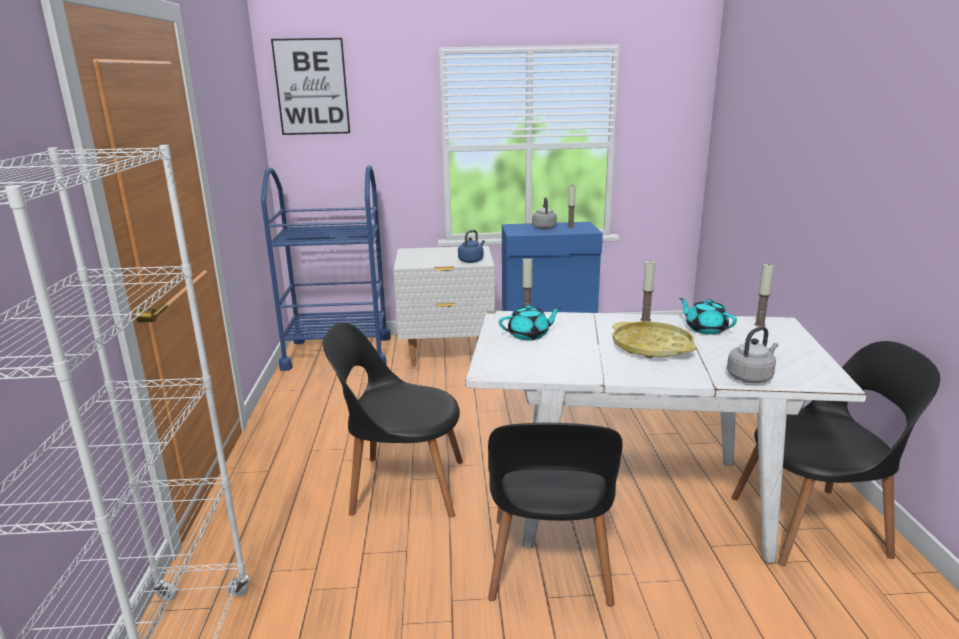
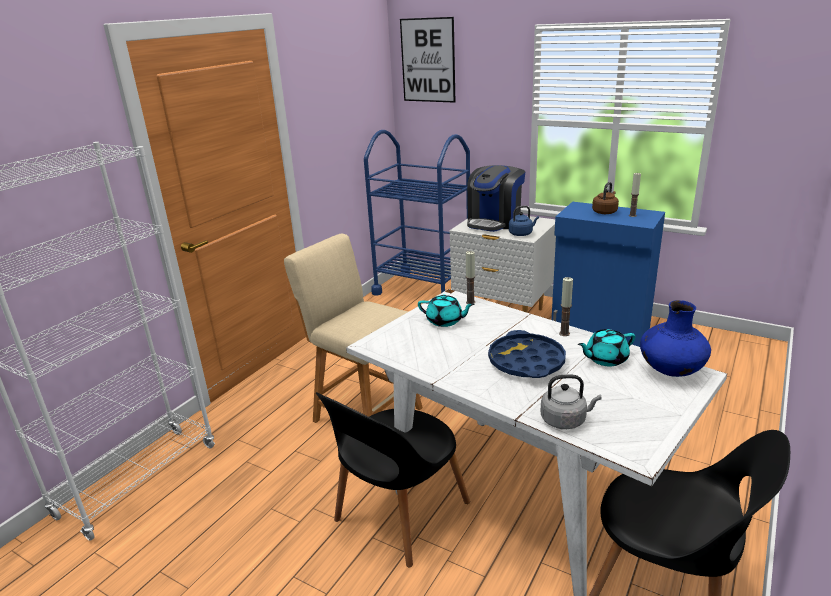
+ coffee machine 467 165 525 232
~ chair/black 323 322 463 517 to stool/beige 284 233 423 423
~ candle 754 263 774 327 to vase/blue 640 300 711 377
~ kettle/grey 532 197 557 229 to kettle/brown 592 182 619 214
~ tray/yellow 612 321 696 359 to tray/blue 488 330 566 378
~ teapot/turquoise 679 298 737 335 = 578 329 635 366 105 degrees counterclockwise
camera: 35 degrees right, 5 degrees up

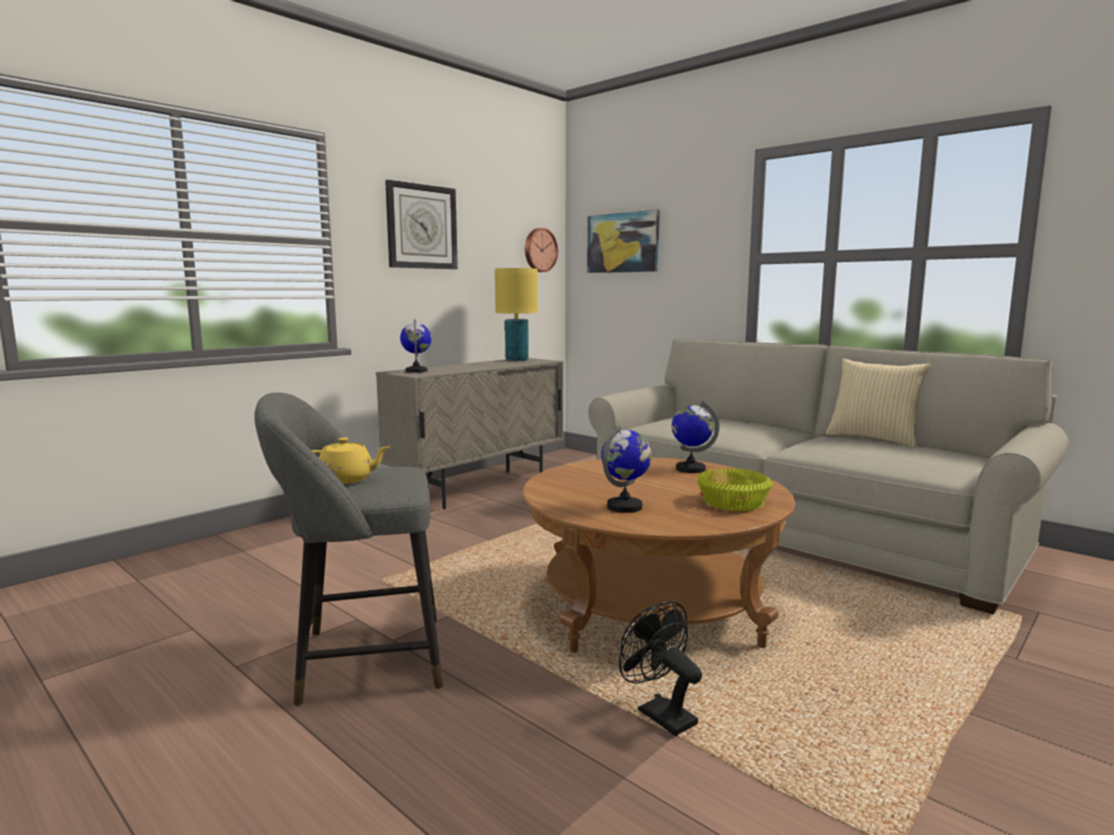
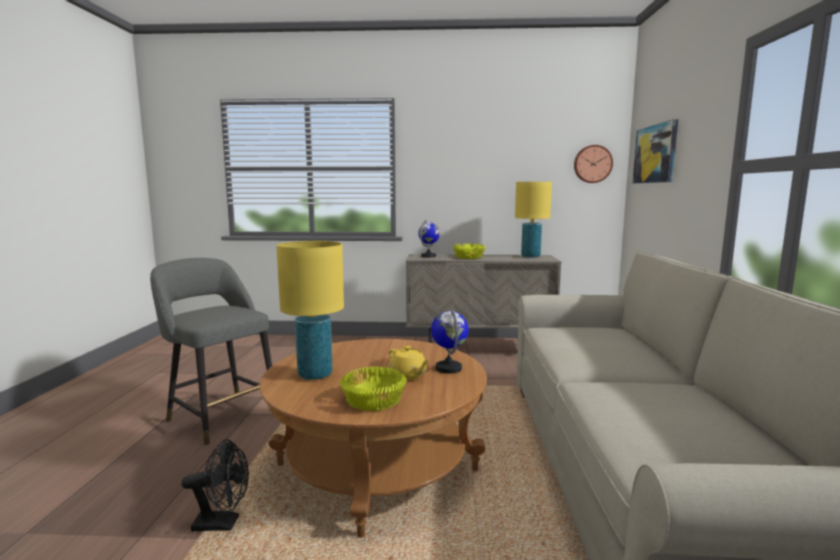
- wall clock 385 180 458 269
- pillow 826 358 931 447
+ bowl/yellow 453 244 486 259
~ teapot/yellow 311 438 390 484 to 388 346 430 380
~ globe 601 425 652 513 to table lamp/yellow 276 241 344 380
~ fan/black 619 601 702 736 = 181 439 249 531 75 degrees clockwise
camera: 50 degrees right, 0 degrees up

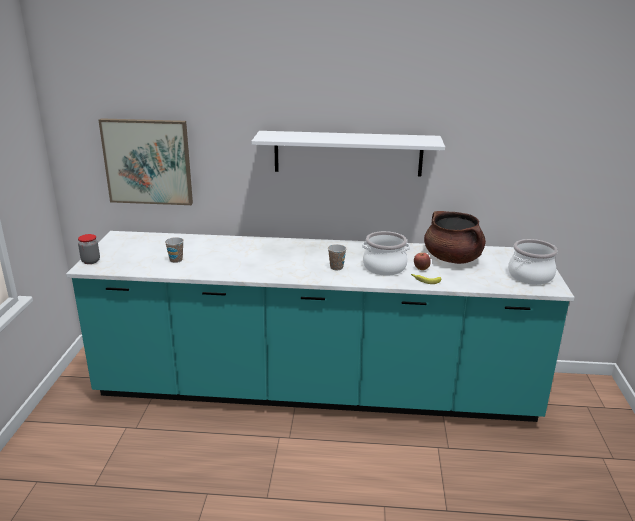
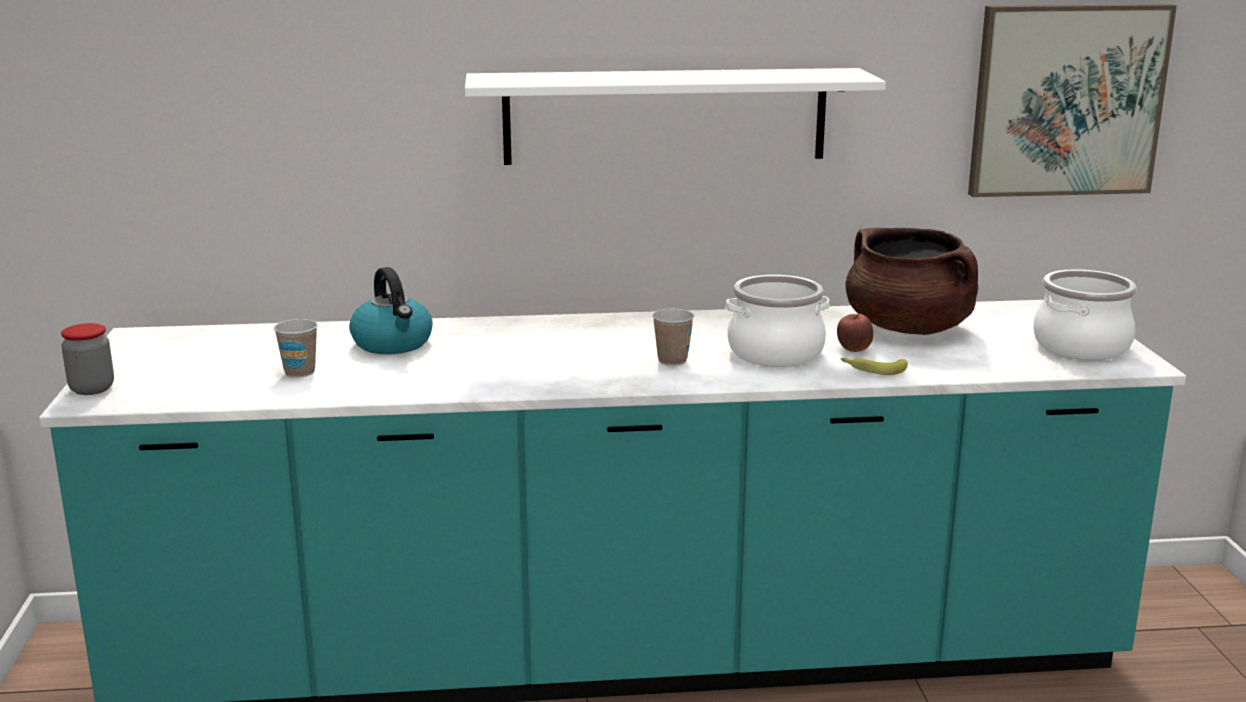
+ kettle 349 267 433 354
~ picture 99 118 193 205 to 968 4 1177 197
camera: 10 degrees left, 5 degrees down

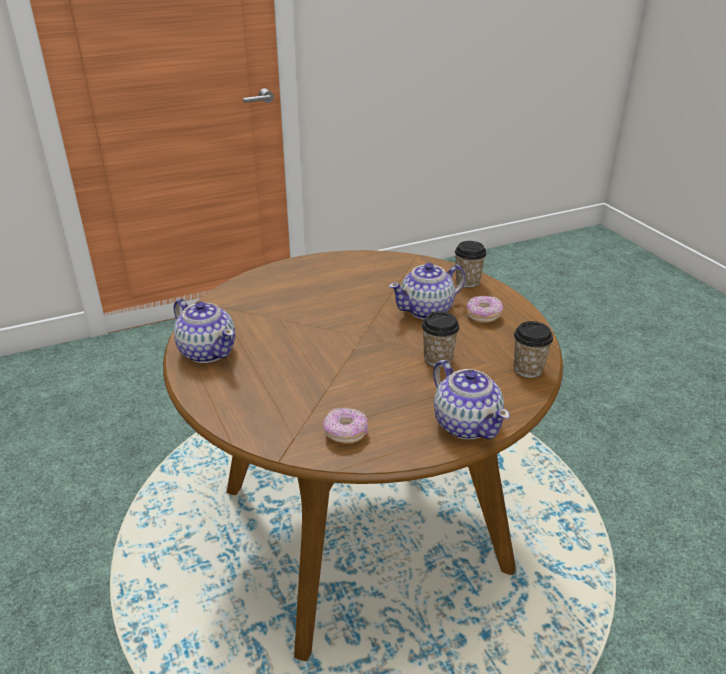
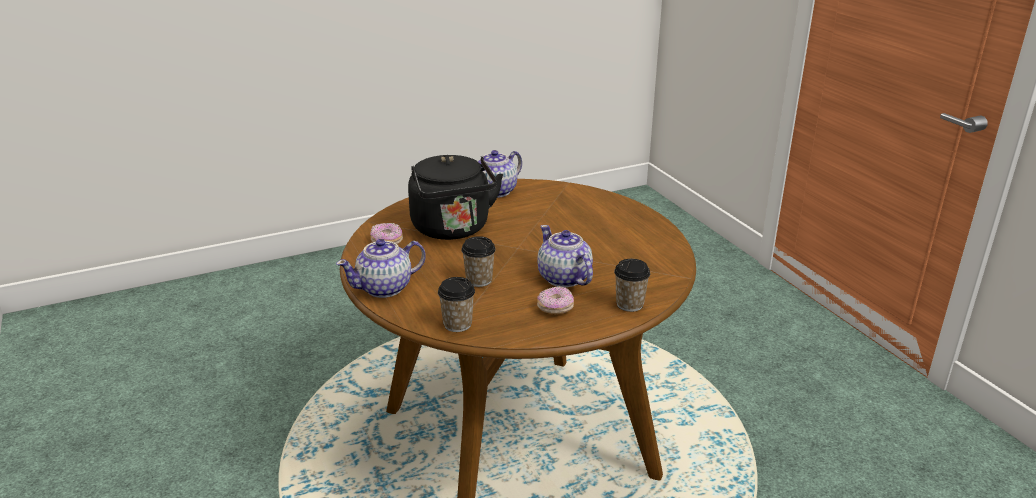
+ kettle/black 408 155 503 240
camera: 90 degrees right, 5 degrees down

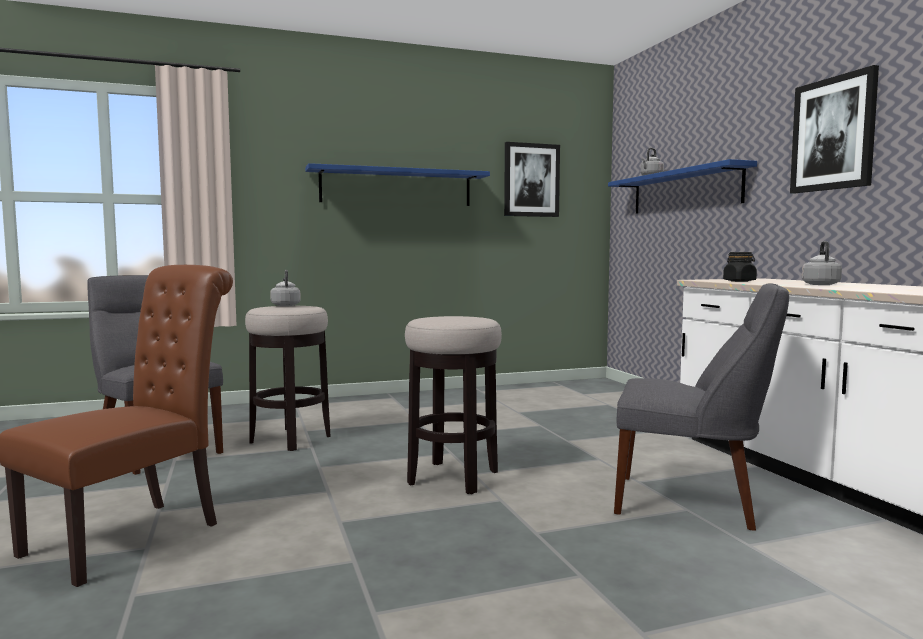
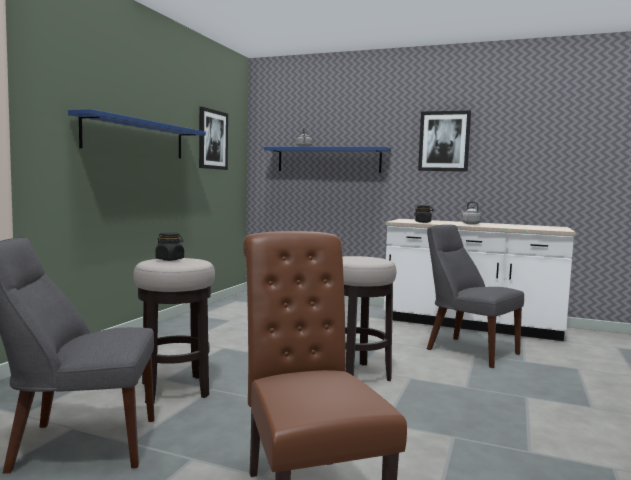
~ kettle/grey 270 270 301 306 to jar/black 155 232 184 261
~ chair/grey 614 283 789 531 = 427 225 524 368 105 degrees counterclockwise
camera: 50 degrees left, 0 degrees up

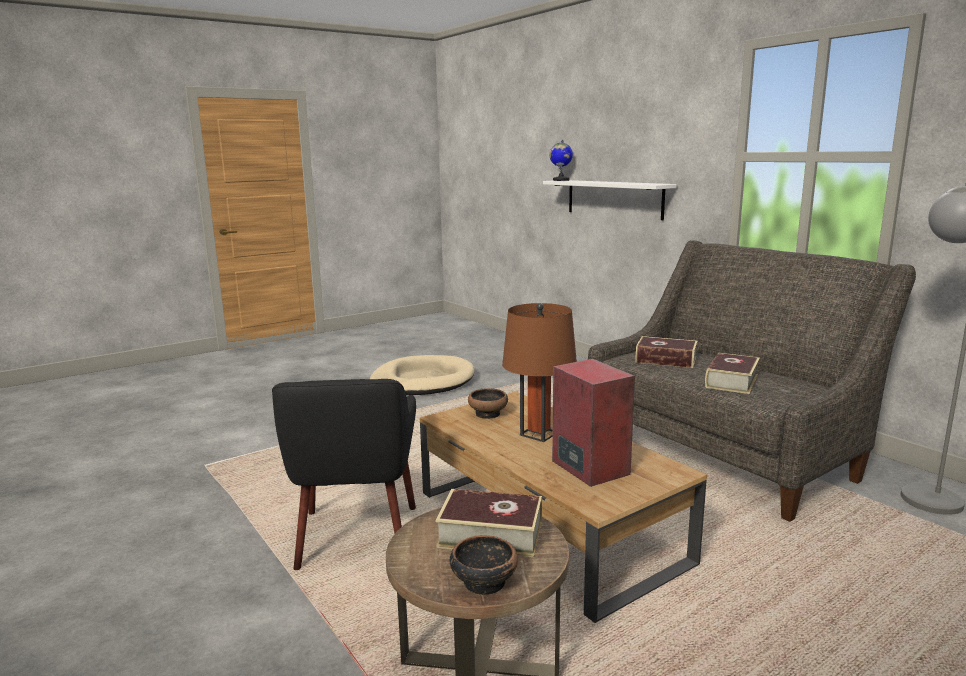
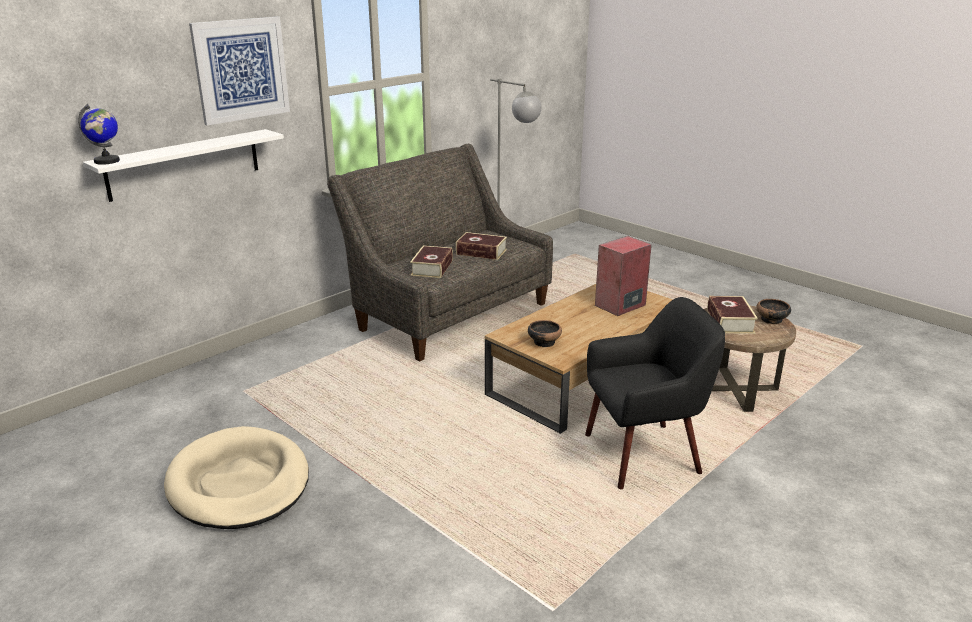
- table lamp/brown 502 303 577 442
+ picture 189 17 290 125
camera: 100 degrees left, 10 degrees up

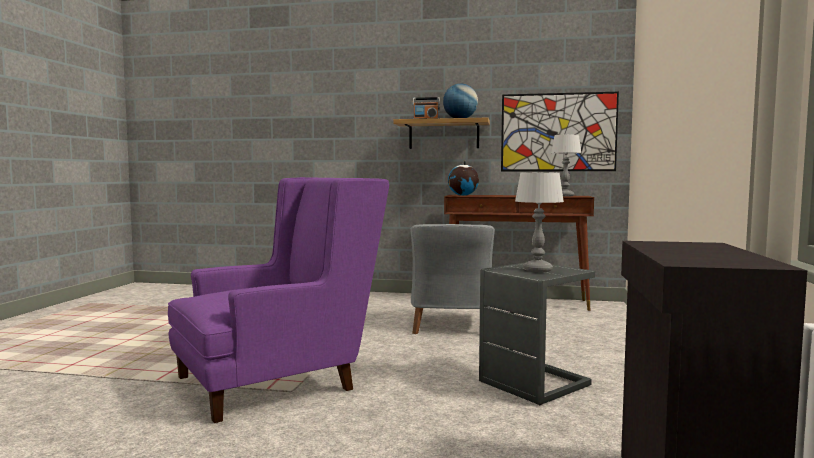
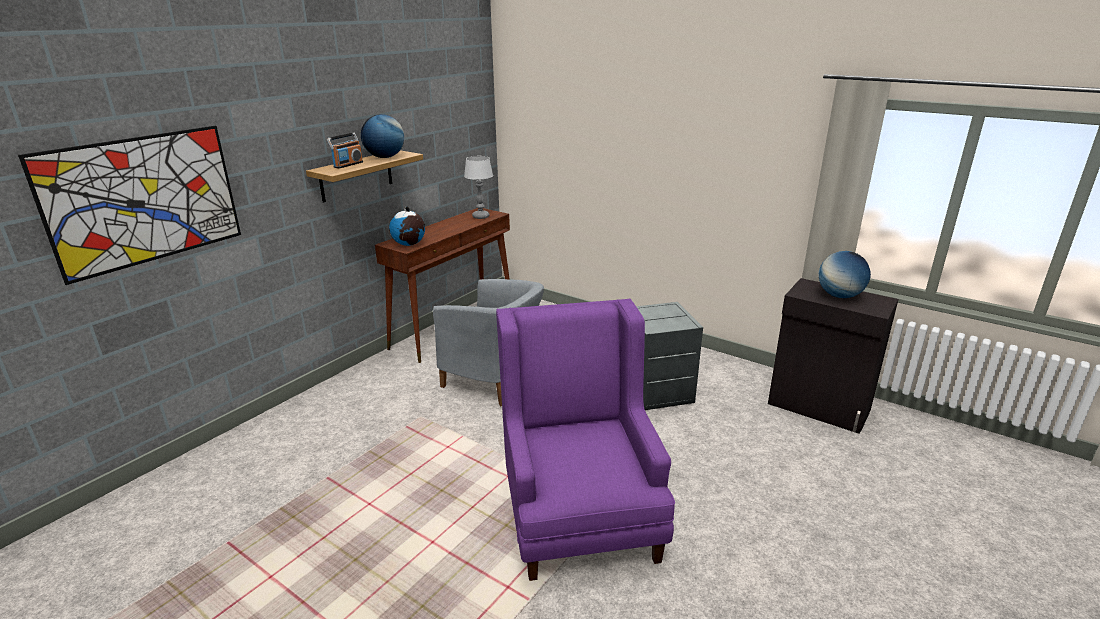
- table lamp 515 173 564 272
+ globe 819 251 871 298
~ picture 501 92 619 171 to 18 126 241 285
camera: 65 degrees left, 20 degrees up

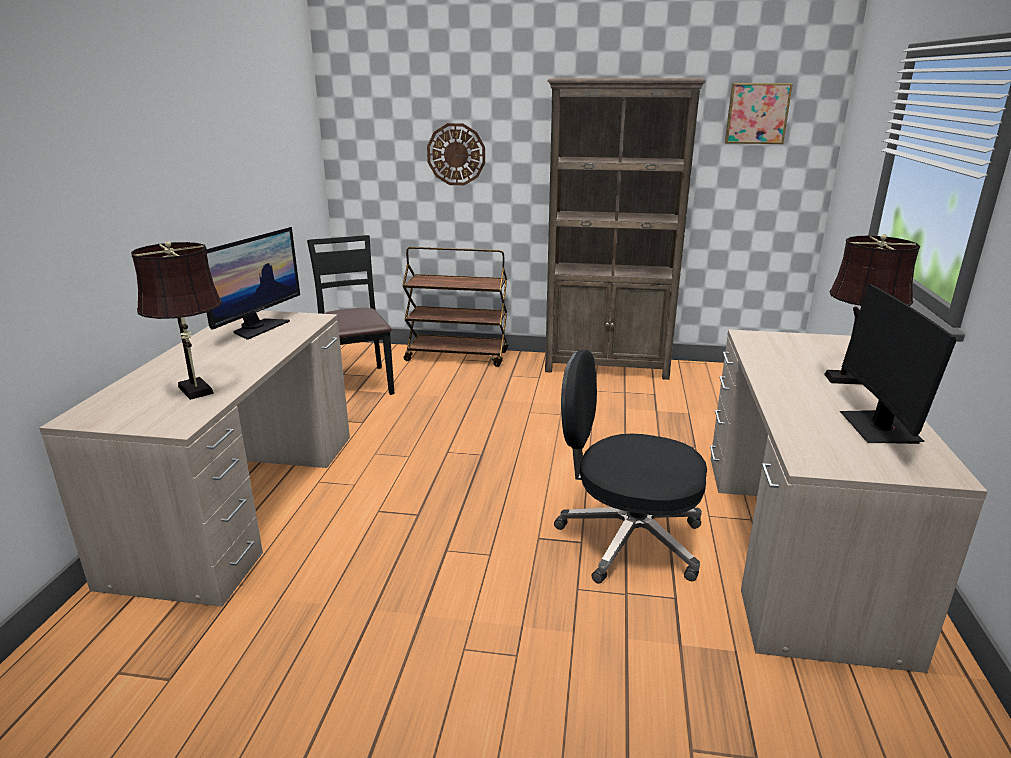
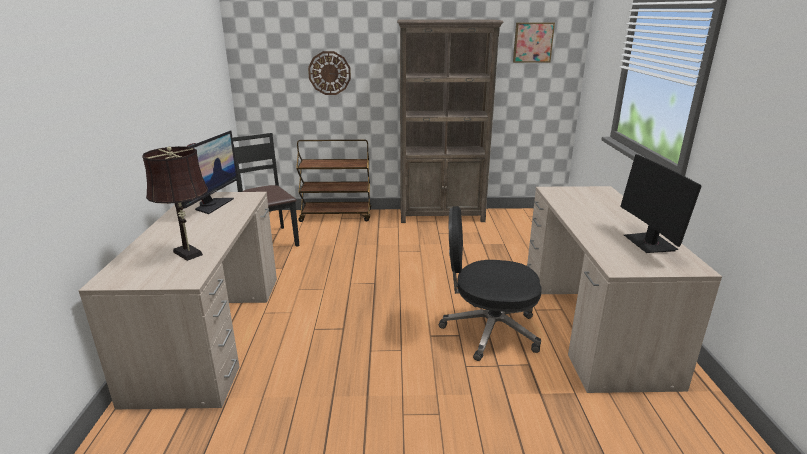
- table lamp/brown 824 234 920 385
camera: 10 degrees left, 0 degrees up

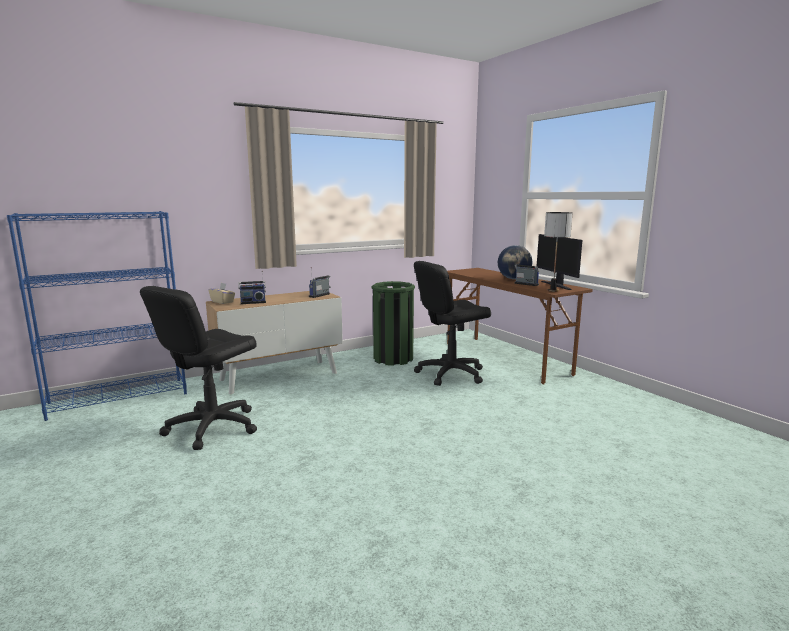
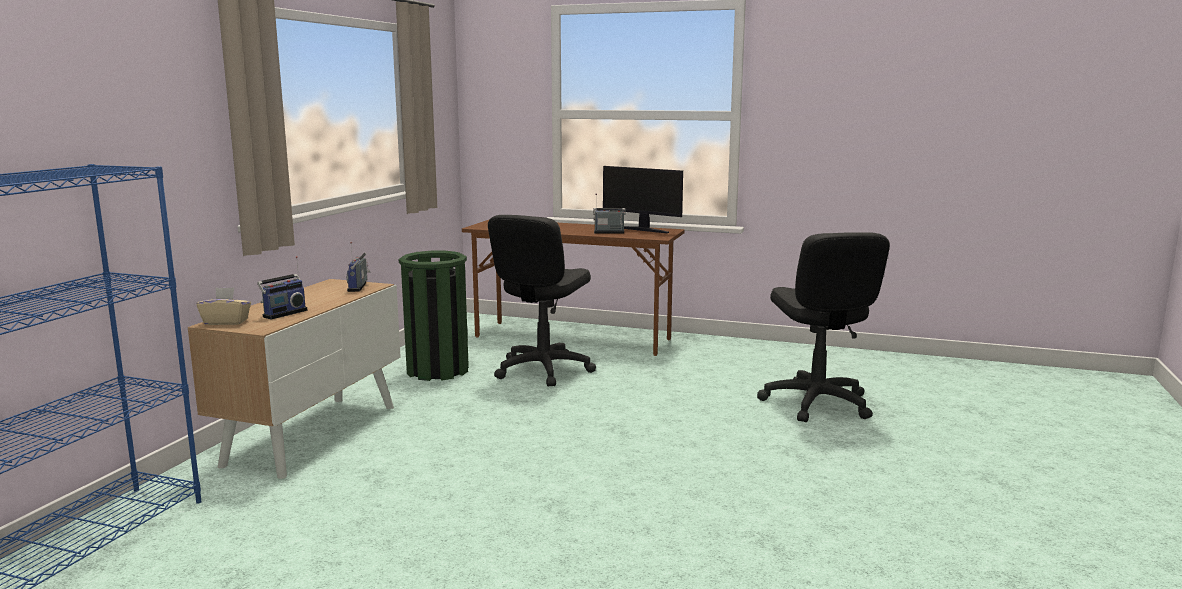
- globe 498 245 532 279
- table lamp 544 212 573 292
~ office chair/black 140 286 257 450 to 757 232 890 422
camera: 40 degrees left, 0 degrees up

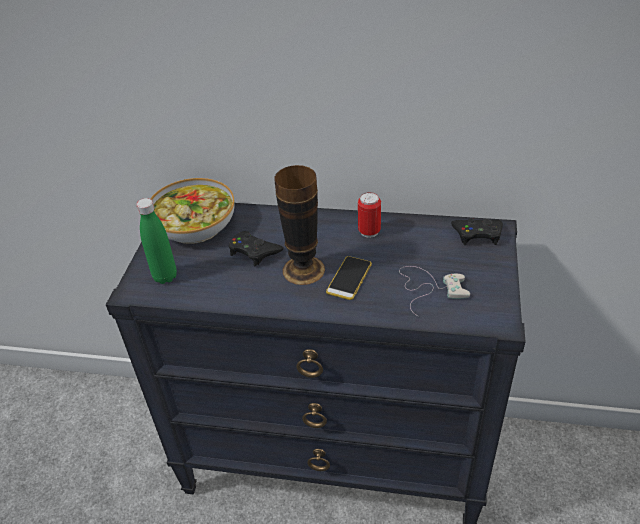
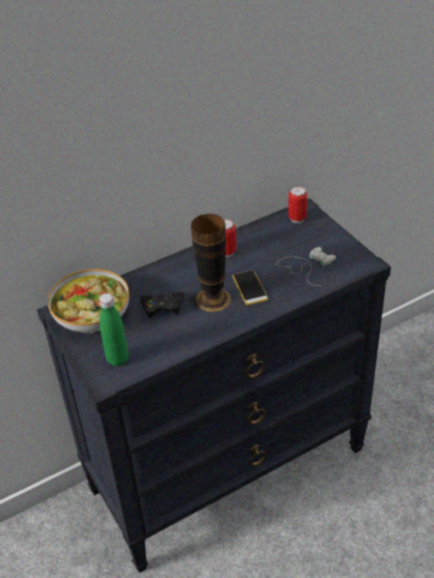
~ game controller/black 451 218 503 245 to can 288 186 307 223
camera: 40 degrees left, 0 degrees up

